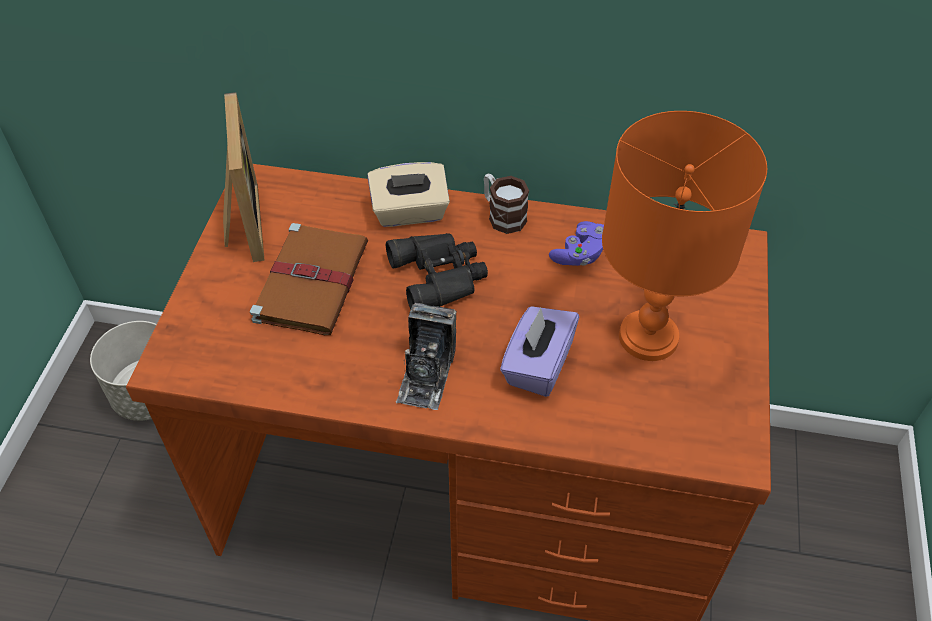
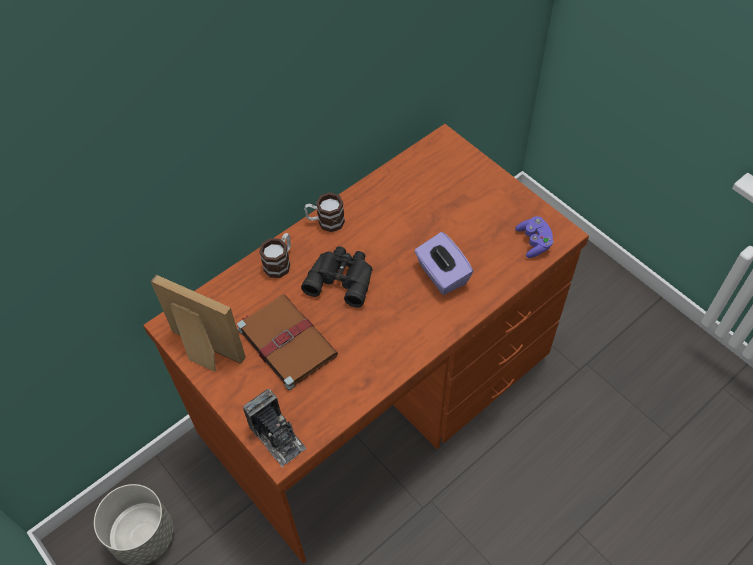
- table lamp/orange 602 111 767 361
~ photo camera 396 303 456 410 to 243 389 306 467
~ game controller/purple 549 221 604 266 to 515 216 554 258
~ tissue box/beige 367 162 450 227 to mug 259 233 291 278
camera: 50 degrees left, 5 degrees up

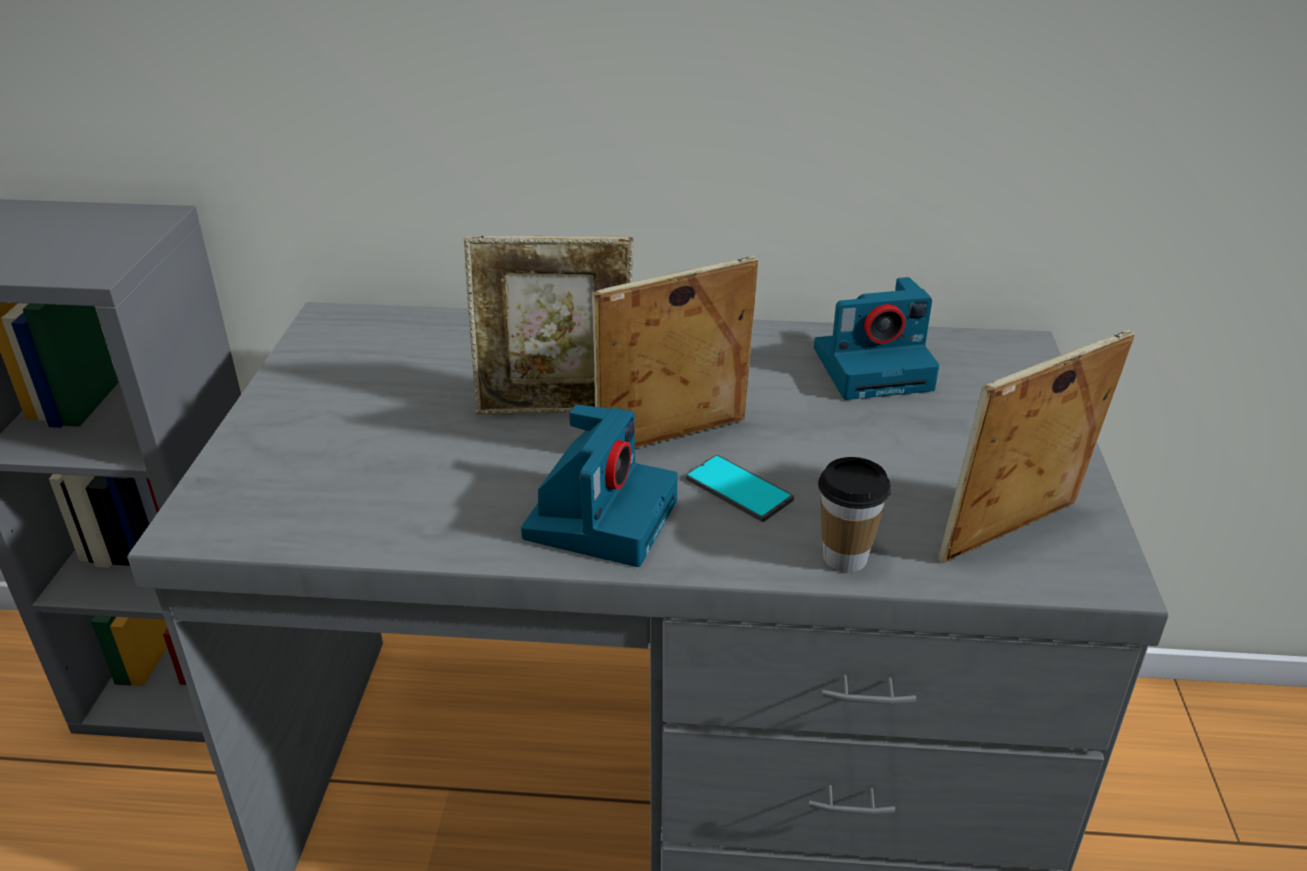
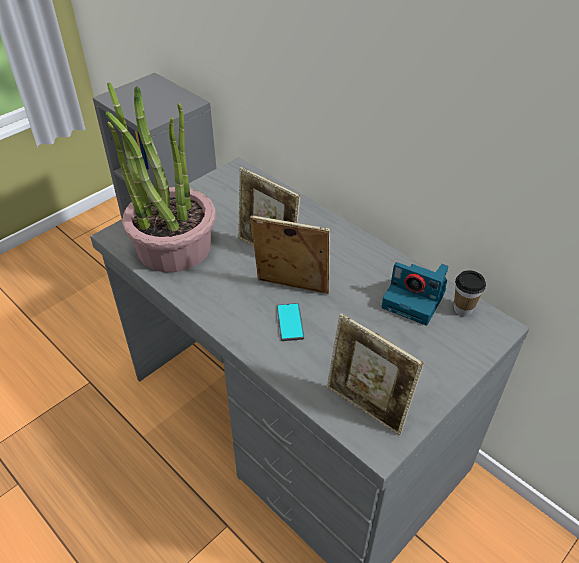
- photo camera 521 404 678 567
+ potted plant 106 82 216 272
~ cup 818 457 891 572 to 454 270 486 317
~ picture frame 938 329 1135 563 = 327 313 424 436 150 degrees counterclockwise
camera: 40 degrees right, 10 degrees up

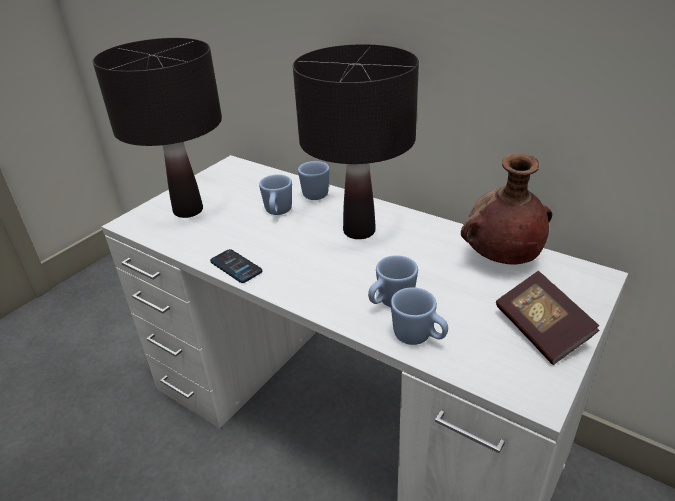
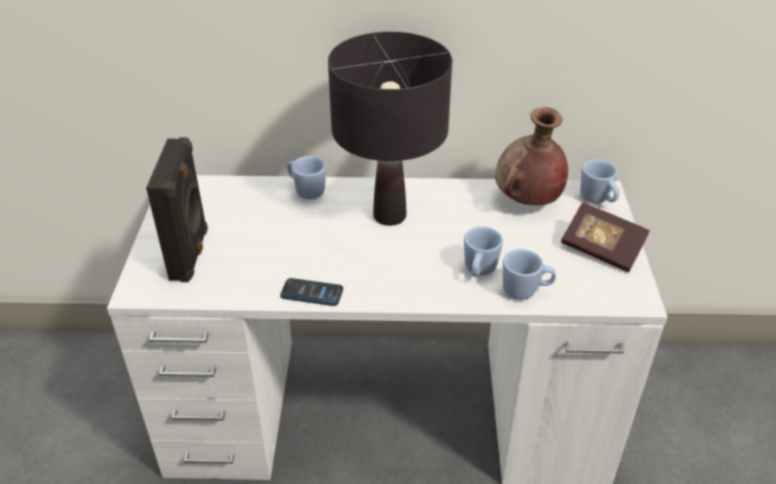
~ mug/blue 259 174 292 215 to 580 159 619 203
~ table lamp/black 93 38 222 218 to speaker/black 146 137 208 282
camera: 35 degrees left, 5 degrees up

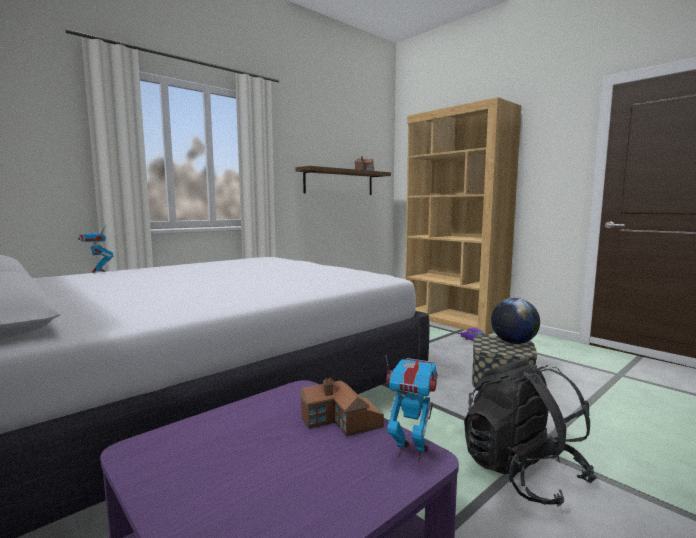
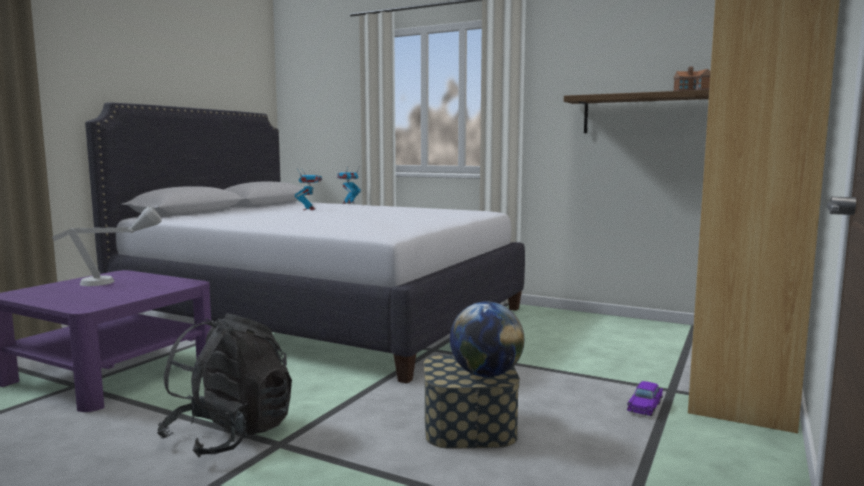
- toy house 299 378 384 437
+ table lamp/grey 52 206 162 286
~ toy robot 386 356 438 462 to 295 168 322 210
camera: 70 degrees right, 0 degrees up

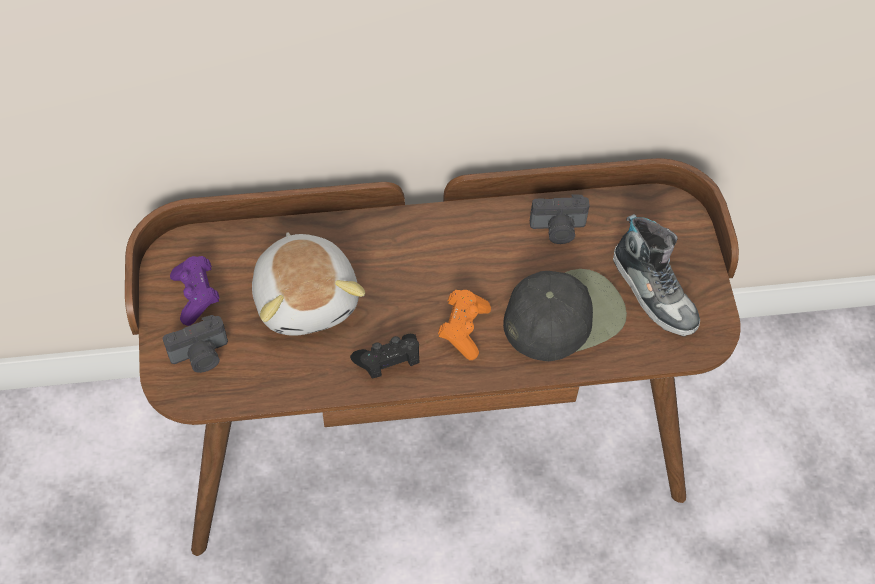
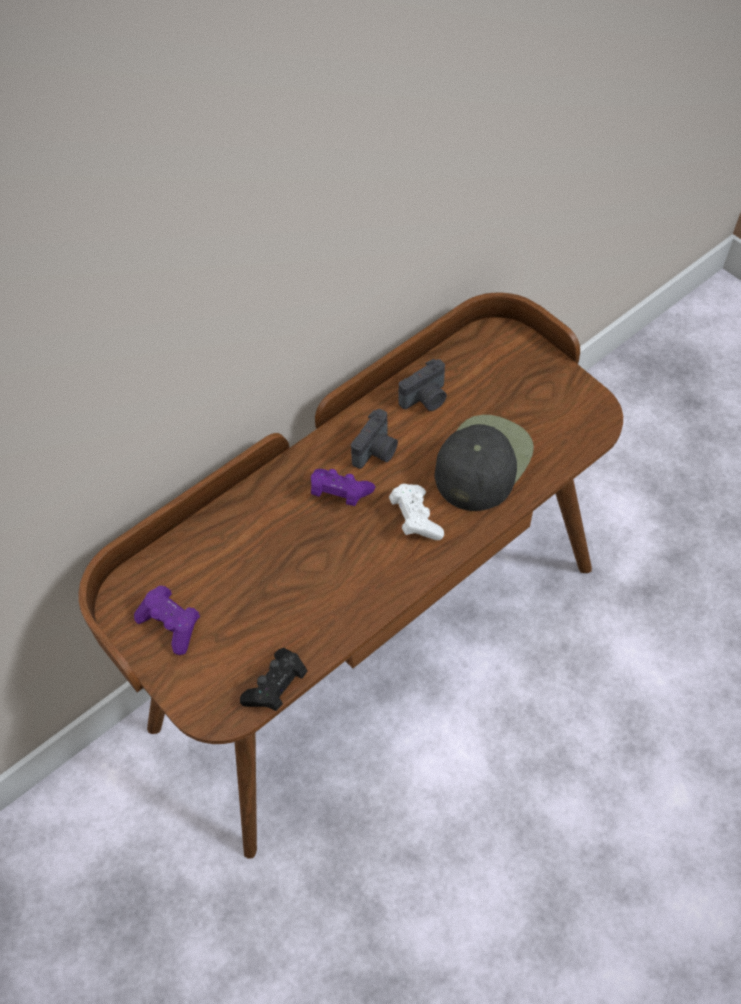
- plush toy 252 232 365 336
- shoe 613 214 700 337
+ game controller/purple 311 469 375 506
~ photo camera 163 315 228 373 to 351 409 398 469
~ game controller/black 350 334 420 379 to 240 648 307 711
~ game controller/orange 438 290 491 360 to game controller/white 389 484 444 540
camera: 30 degrees left, 0 degrees up

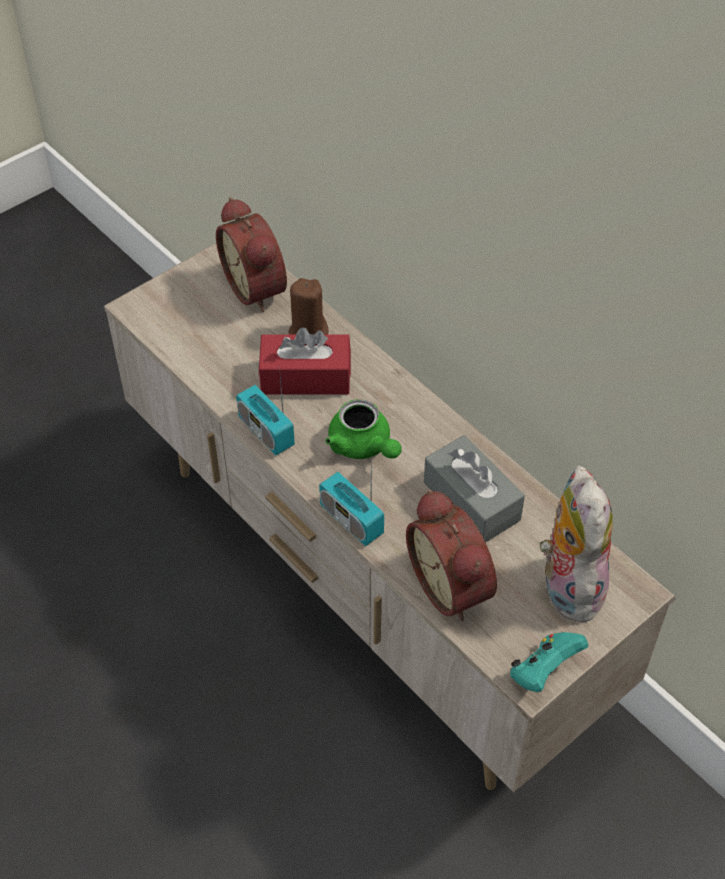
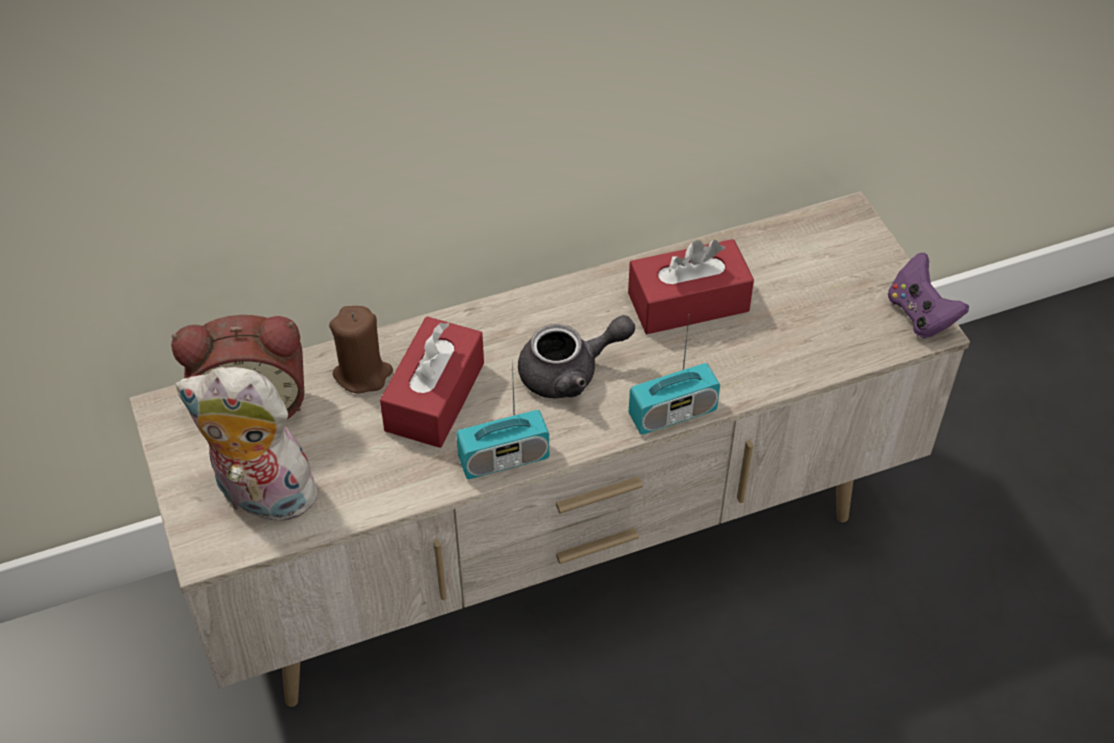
- alarm clock 406 489 497 621
~ plush toy 540 465 613 623 to 175 367 328 528
~ teapot/green 325 399 401 459 to teapot/grey 518 315 635 398
~ tissue box/grey 424 435 525 542 to tissue box/red 628 239 754 334
~ game controller/turquoise 510 632 588 692 to game controller/purple 888 253 969 338
camera: 70 degrees left, 0 degrees up

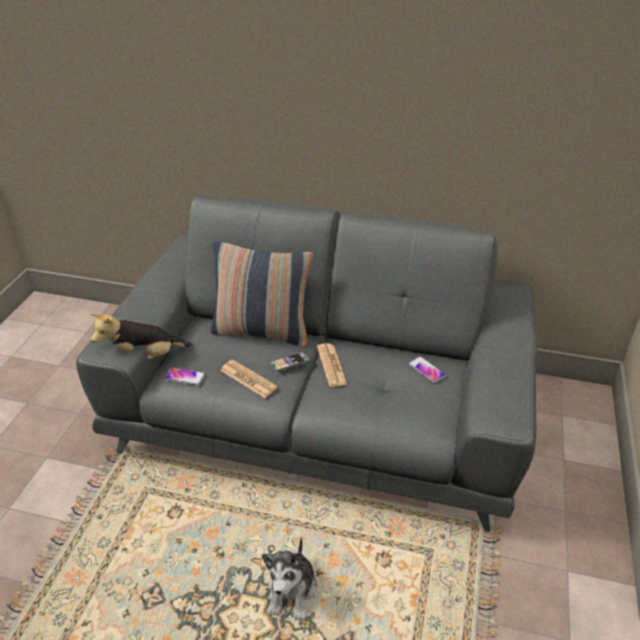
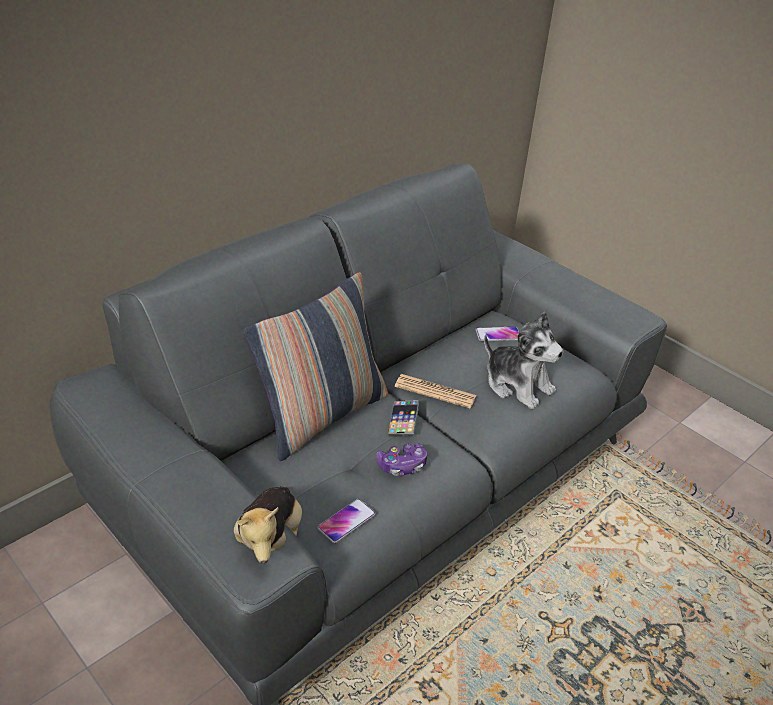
~ plush toy 262 537 318 621 to 484 312 563 409
~ newspaper 220 360 278 398 to game controller 376 443 427 476
camera: 60 degrees left, 0 degrees up

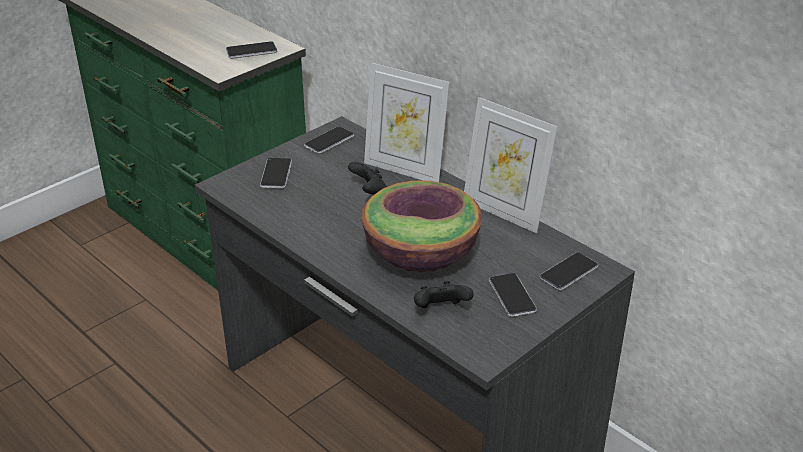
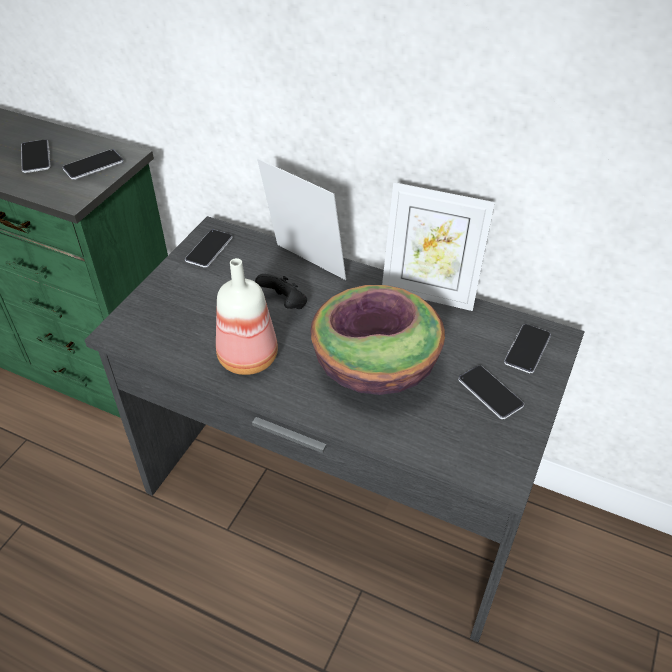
- game controller/black 414 281 474 308
+ bottle 216 258 278 375
~ phone 260 158 292 188 to 21 140 51 173
~ picture frame 364 63 449 182 = 257 159 346 280 150 degrees counterclockwise
camera: 20 degrees left, 10 degrees up

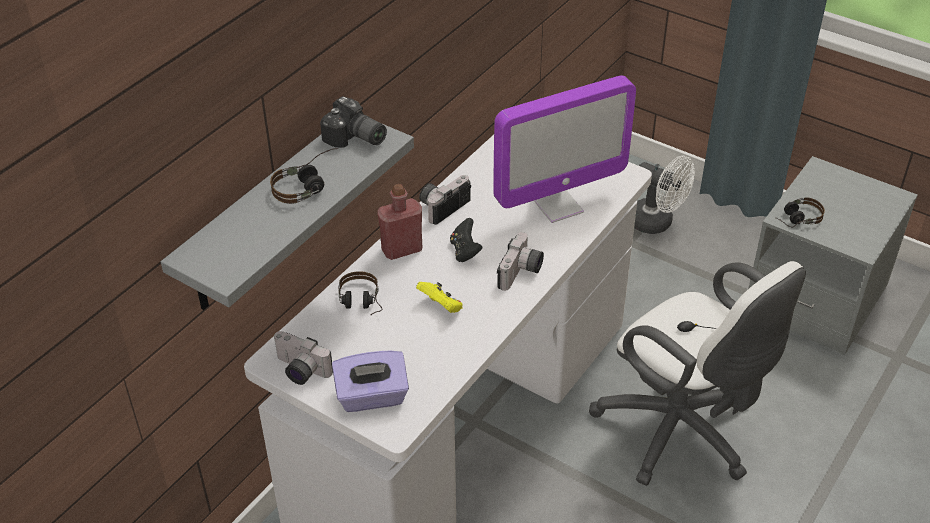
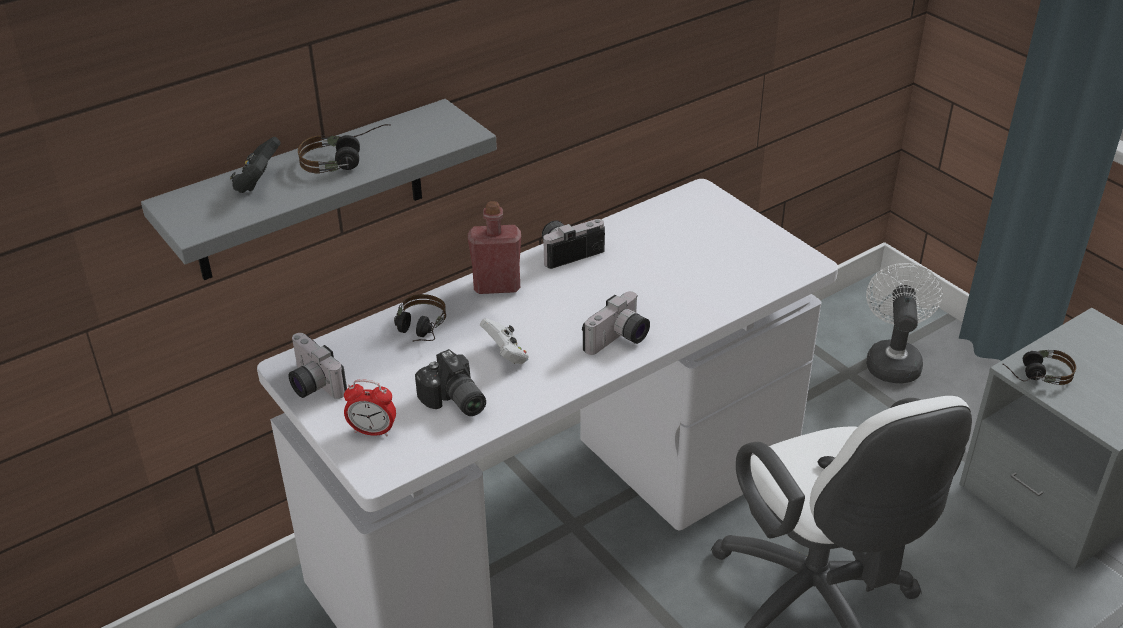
- monitor 493 75 636 223
~ photo camera 320 96 387 148 to 415 349 486 416
~ game controller/black 450 218 483 262 to 230 137 281 193
~ tissue box/purple 332 350 409 412 to alarm clock 344 379 396 436
~ game controller/yellow 416 282 463 313 to game controller/white 480 318 529 364
~ fan/white 634 156 694 234 = 866 263 943 383 135 degrees counterclockwise
camera: 20 degrees right, 5 degrees down

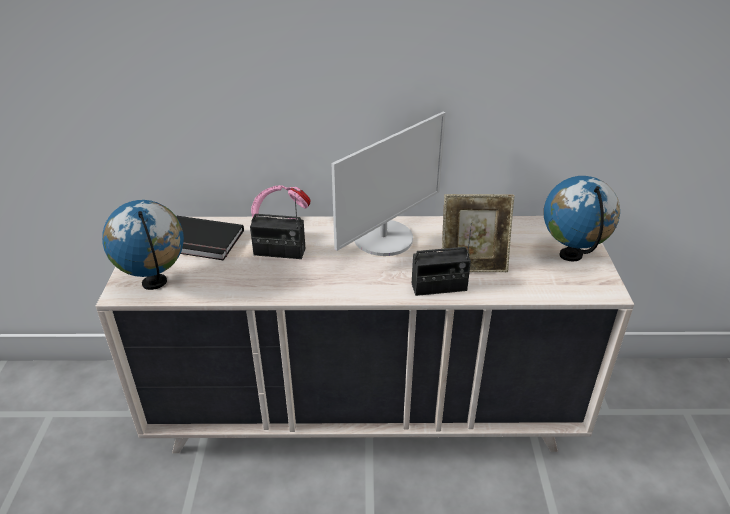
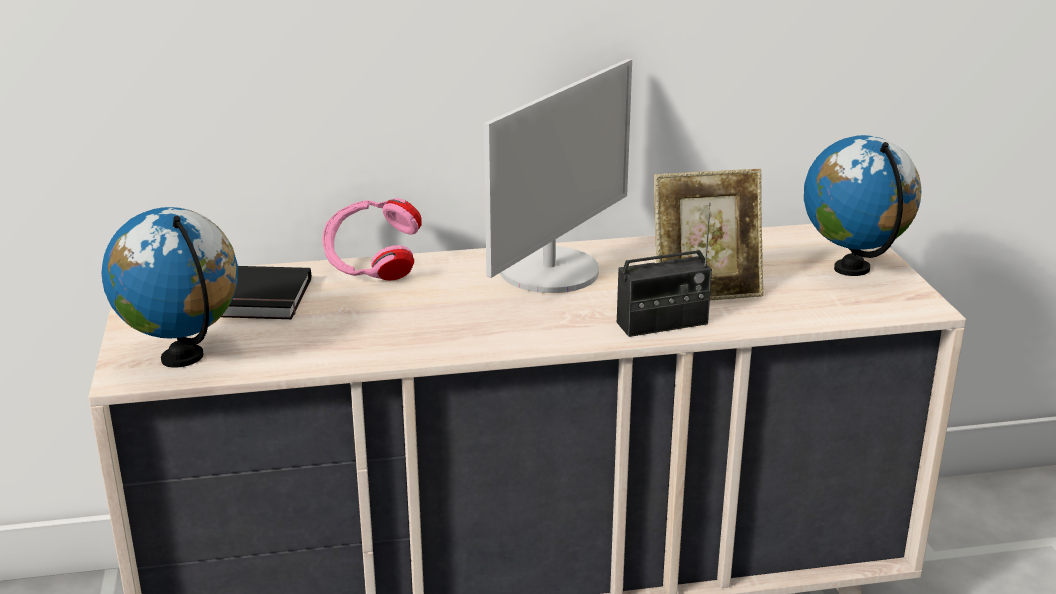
- radio 250 193 306 259
camera: 10 degrees left, 10 degrees down

